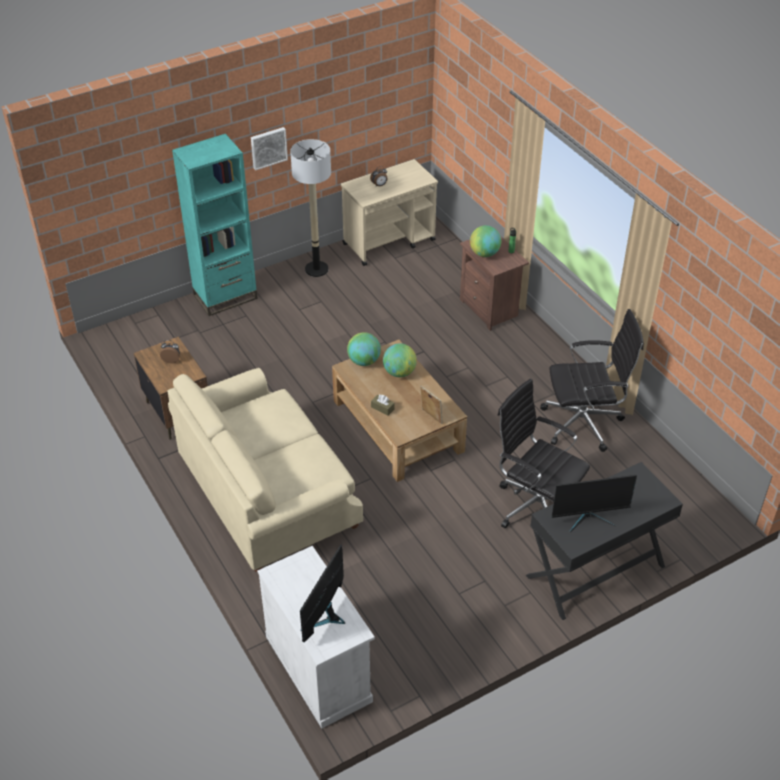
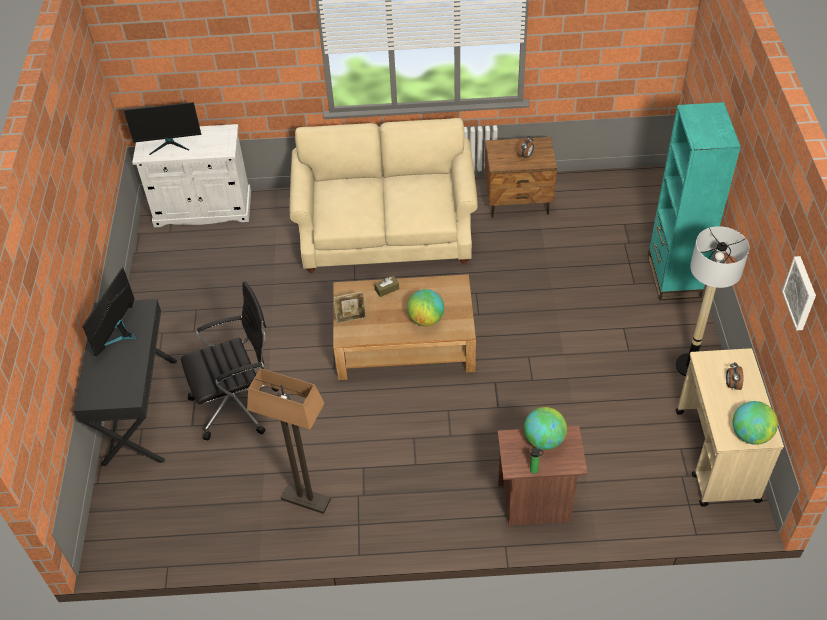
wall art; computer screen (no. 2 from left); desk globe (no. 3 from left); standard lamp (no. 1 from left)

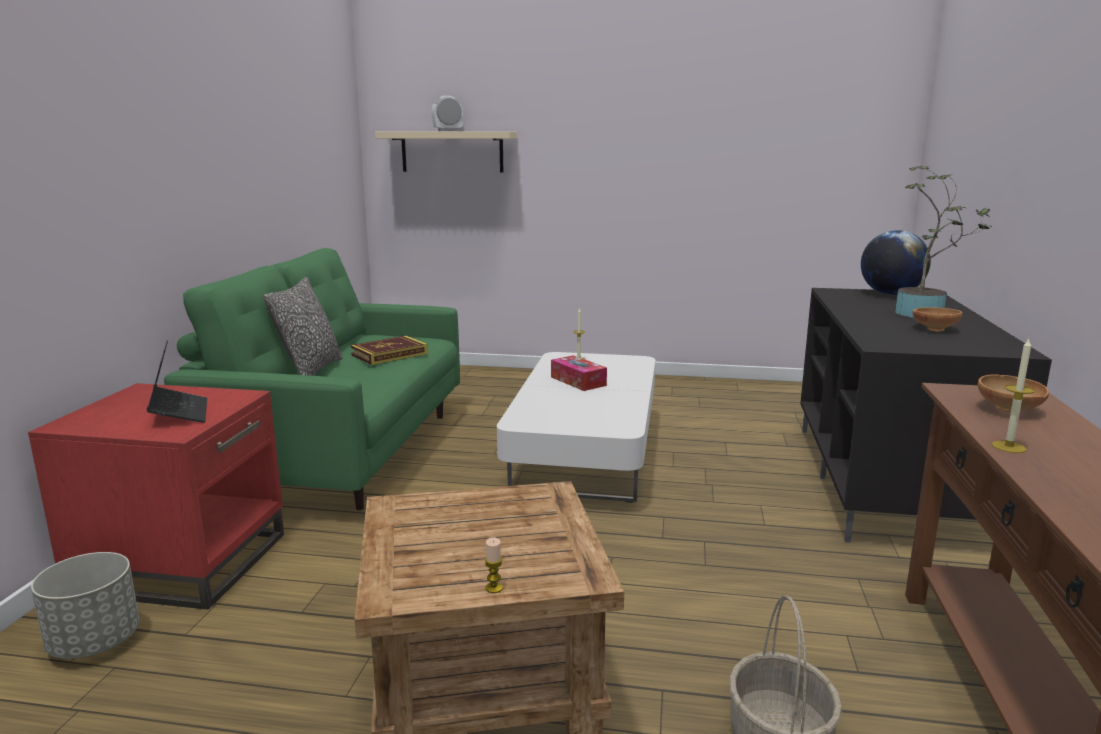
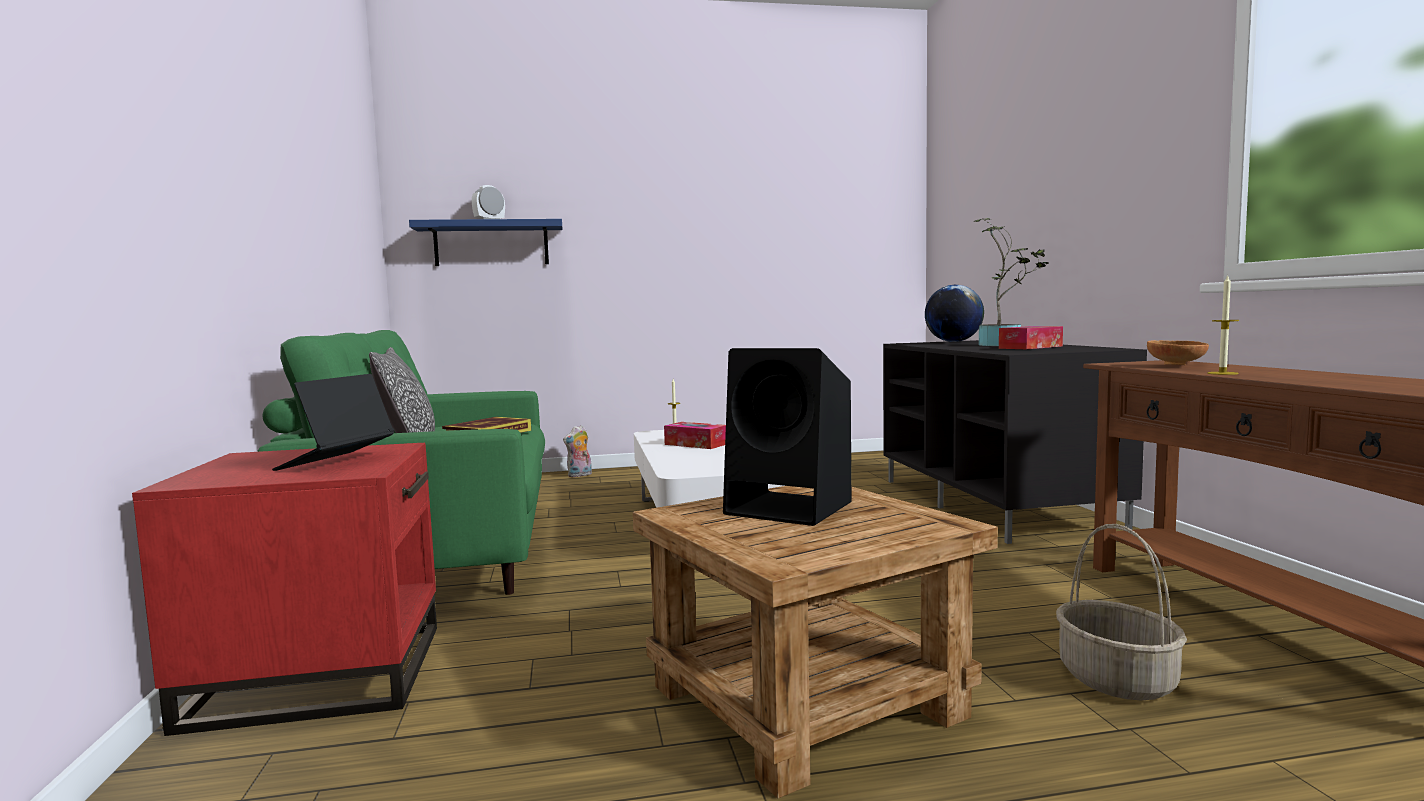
grey planter; portable computer; blue shelf; wax light (no. 1 from left in the first image); tissue holder (no. 2 from left); cuddly toy; black loudspeaker

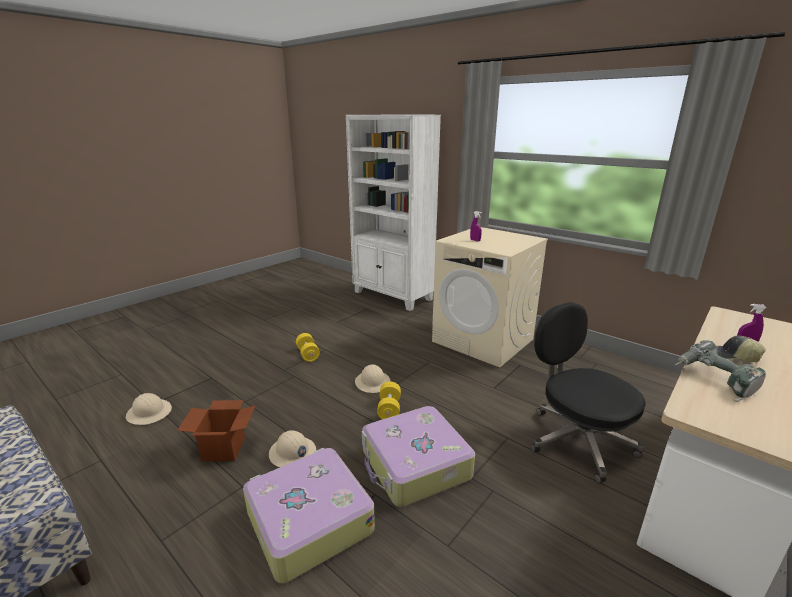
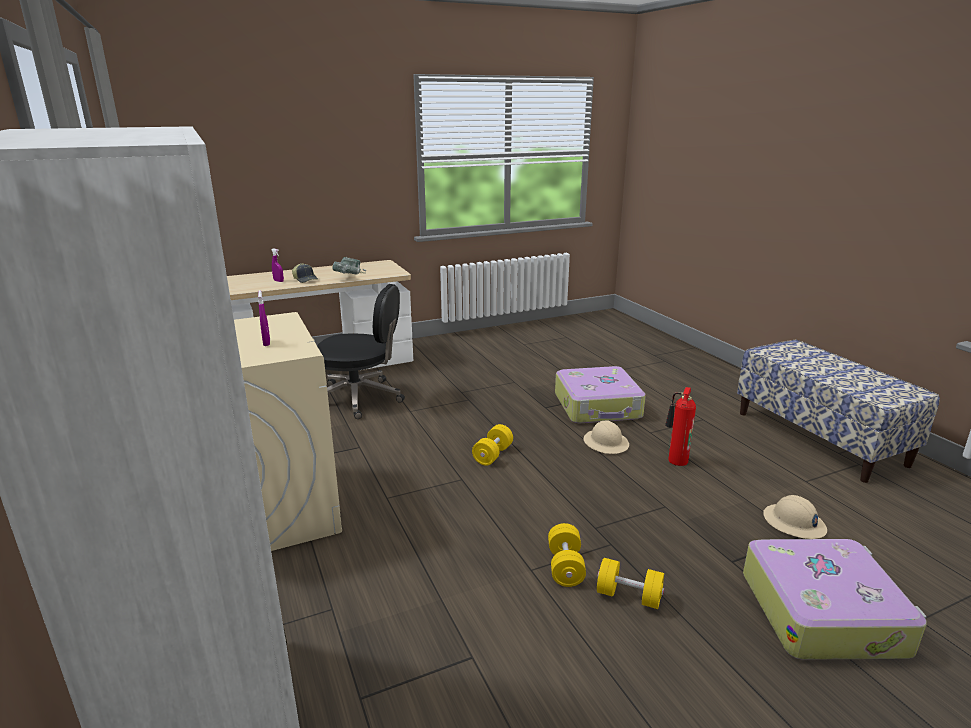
extinguisher; beige-coloured hard hat (no. 3 from left in the first image); travel case (no. 2 from left); black desk chair; yellow-coloured dumbbell (no. 3 from left)

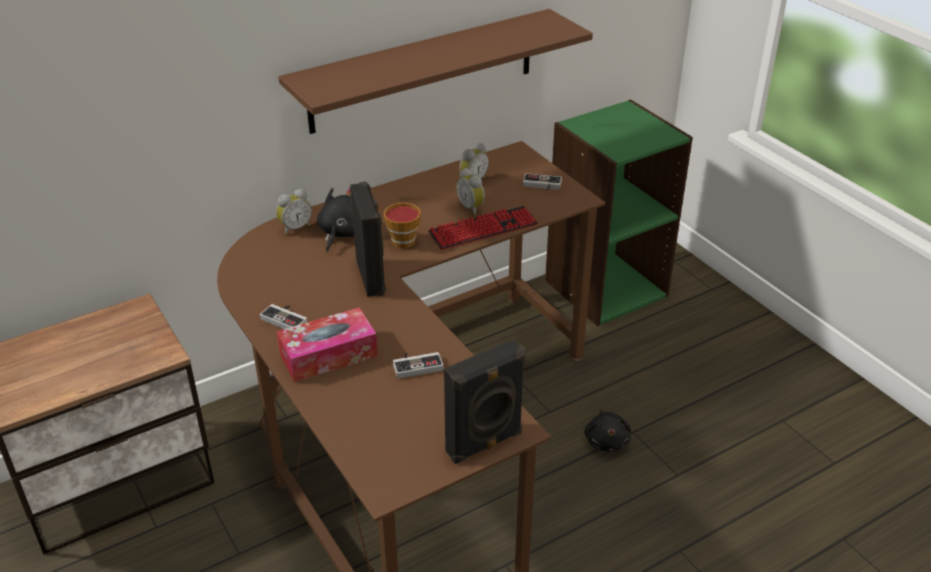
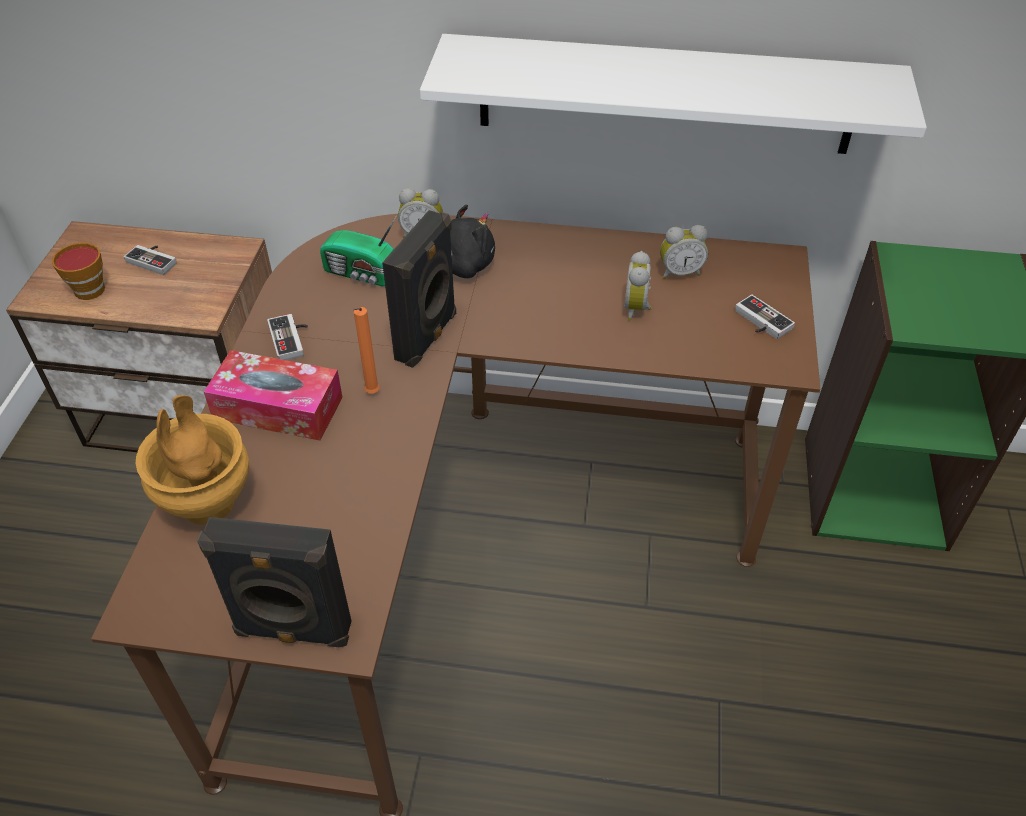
white-coloured shelf; small cup; gamepad (no. 1 from left); computer keyboard; black cuddly toy (no. 2 from left in the first image); brownish decorative vase; radio; orange-coloured wax light

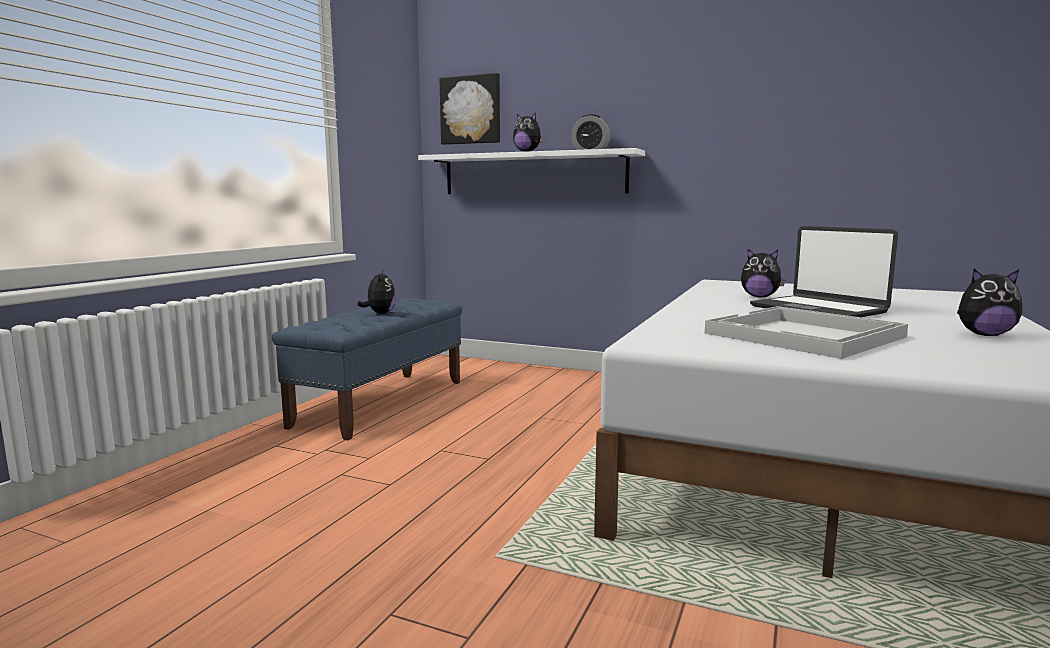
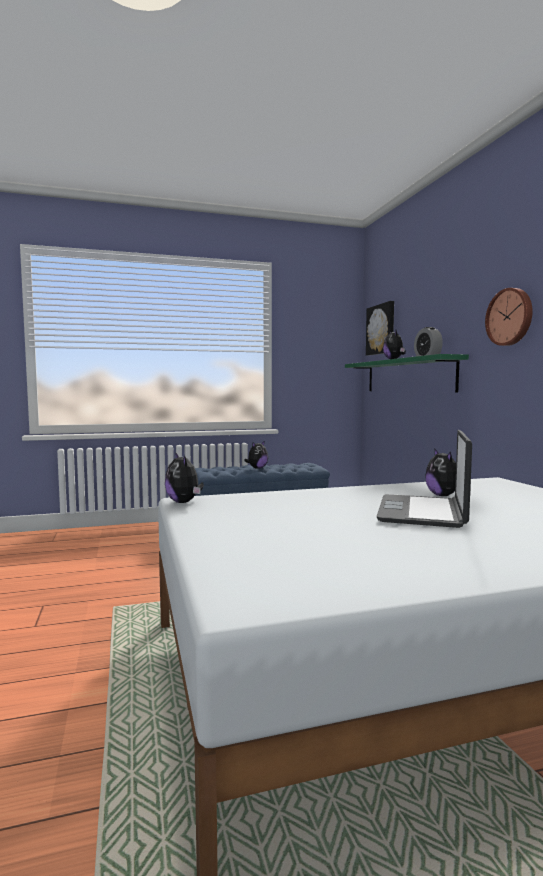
green-coloured shelf; white-coloured serving tray; cuddly toy (no. 1 from left); hanging clock

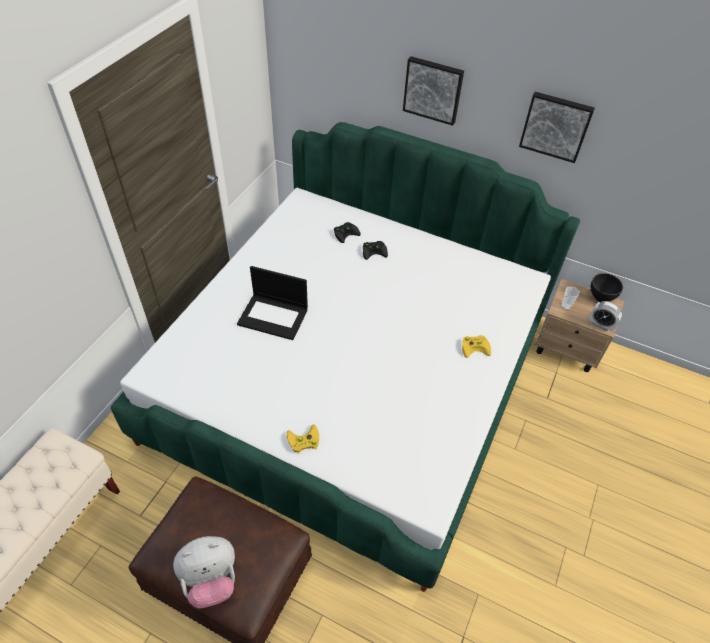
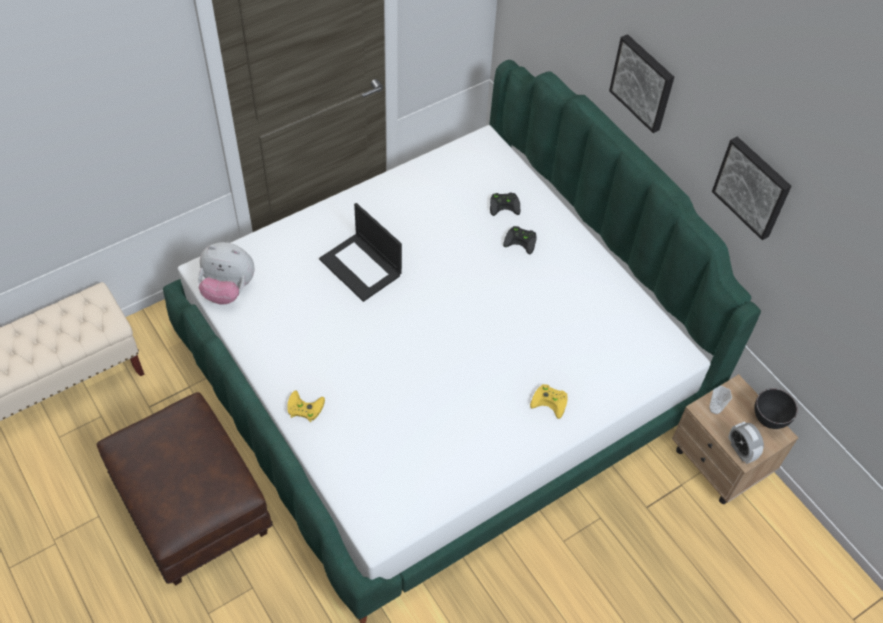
cuddly toy

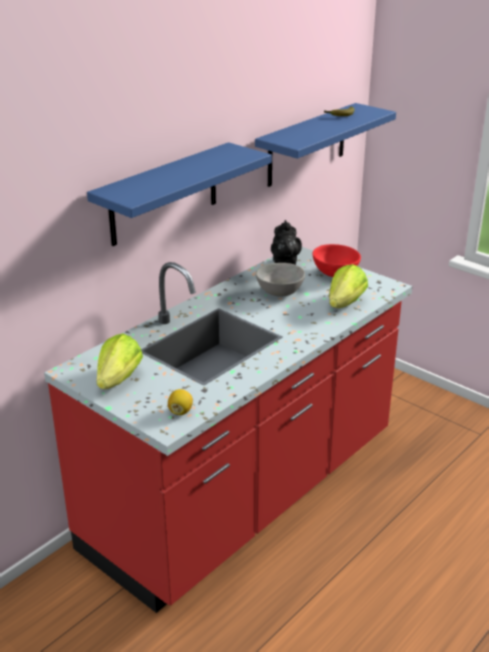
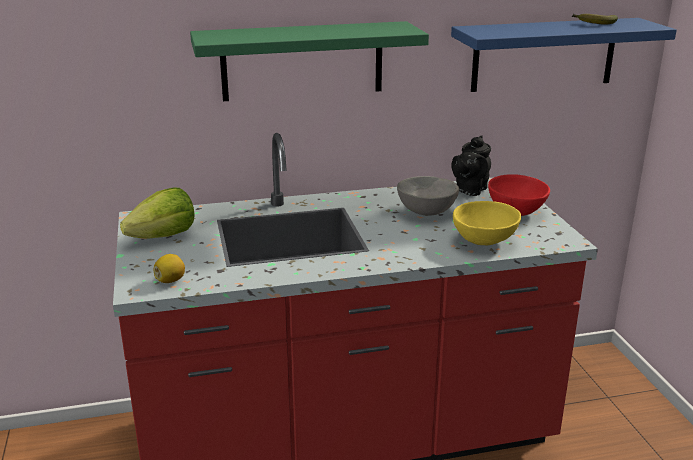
green-coloured shelf; yellow-coloured bowl

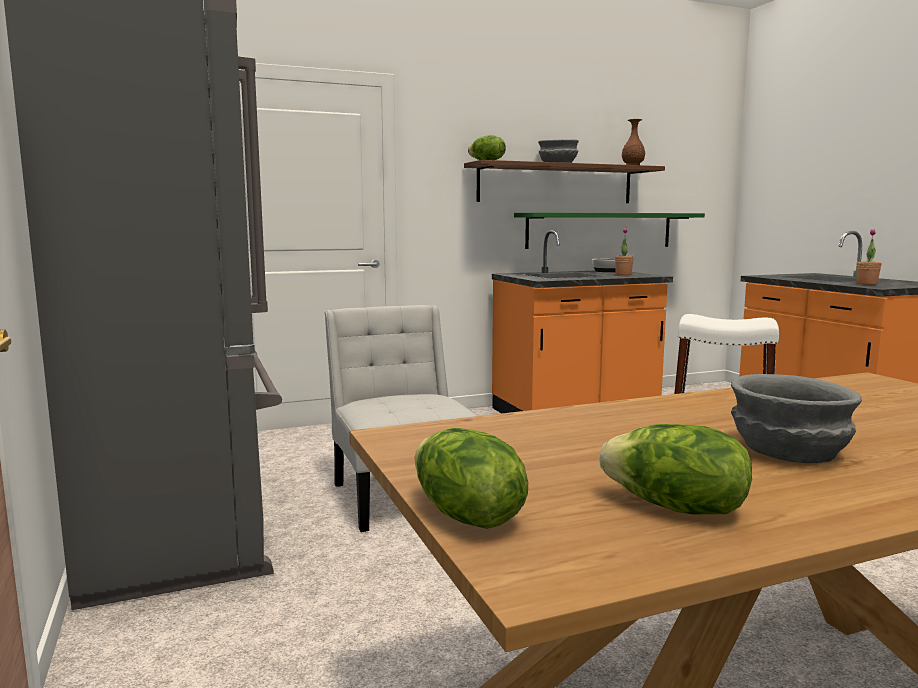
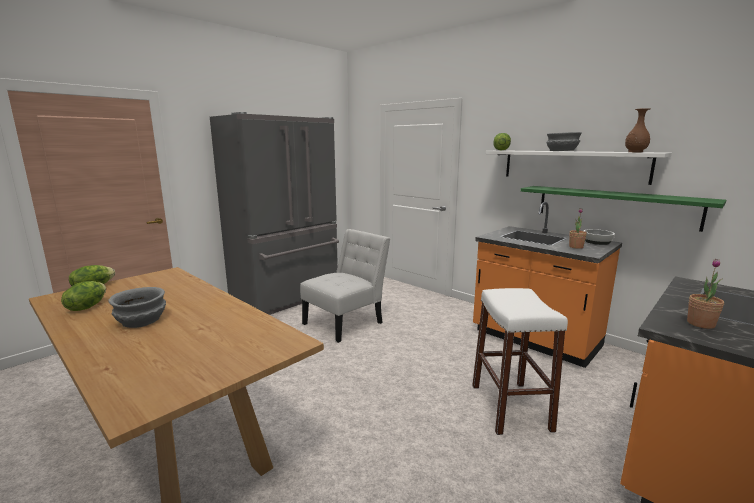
white-coloured shelf

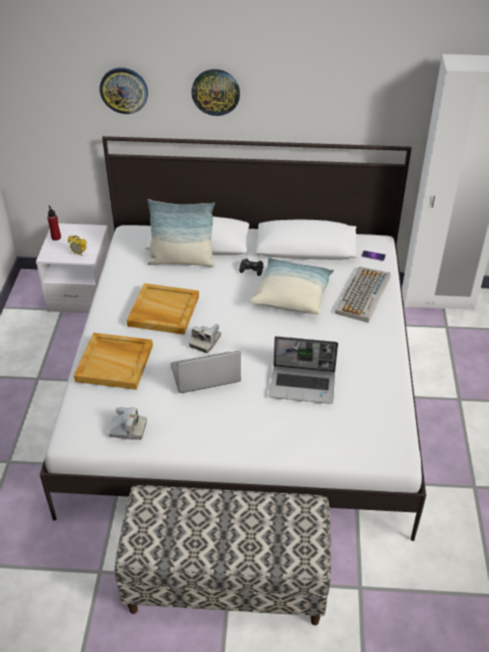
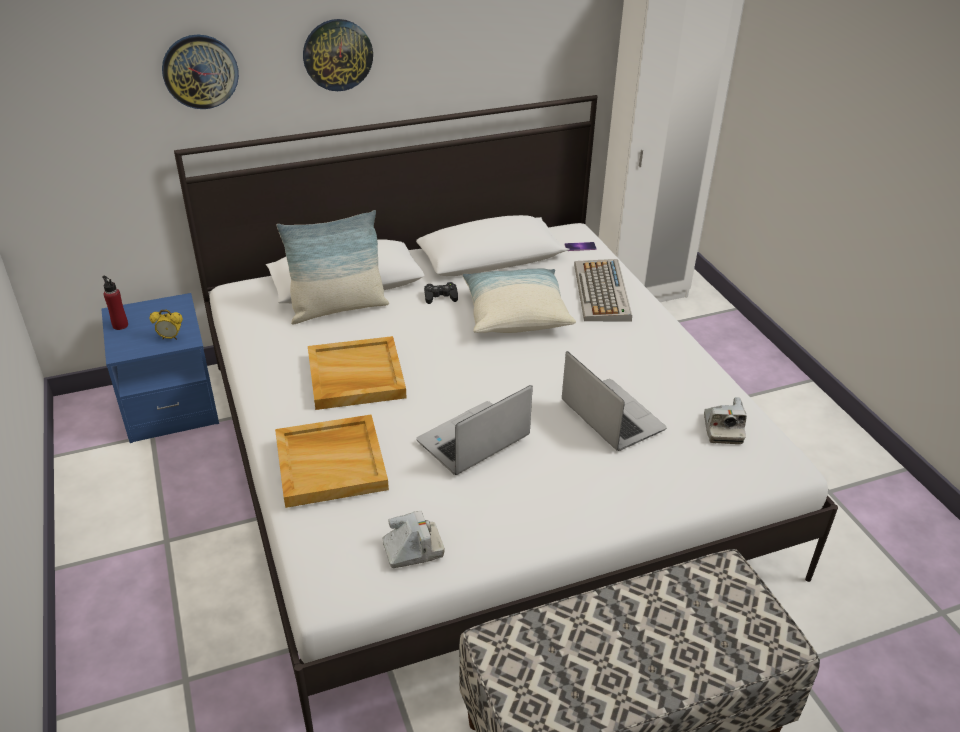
blue bedside table; still camera (no. 2 from left); portable computer (no. 2 from left)

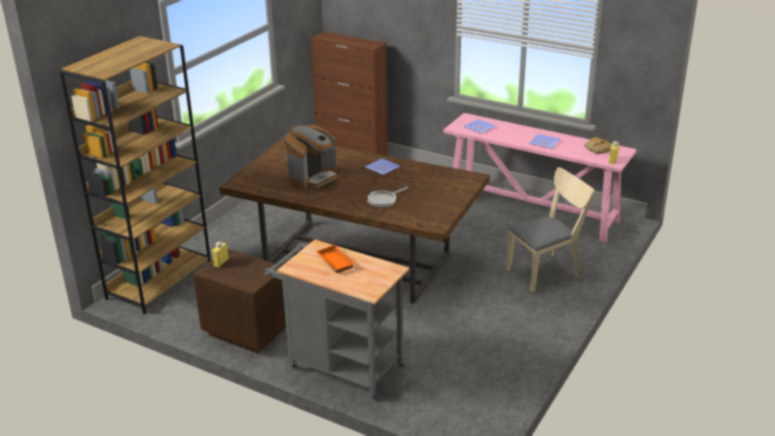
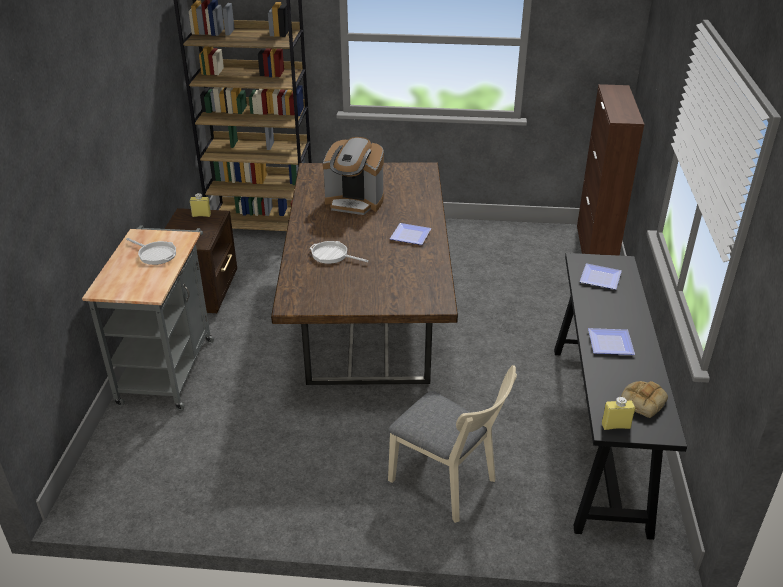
frying pan (no. 1 from left); black console table

